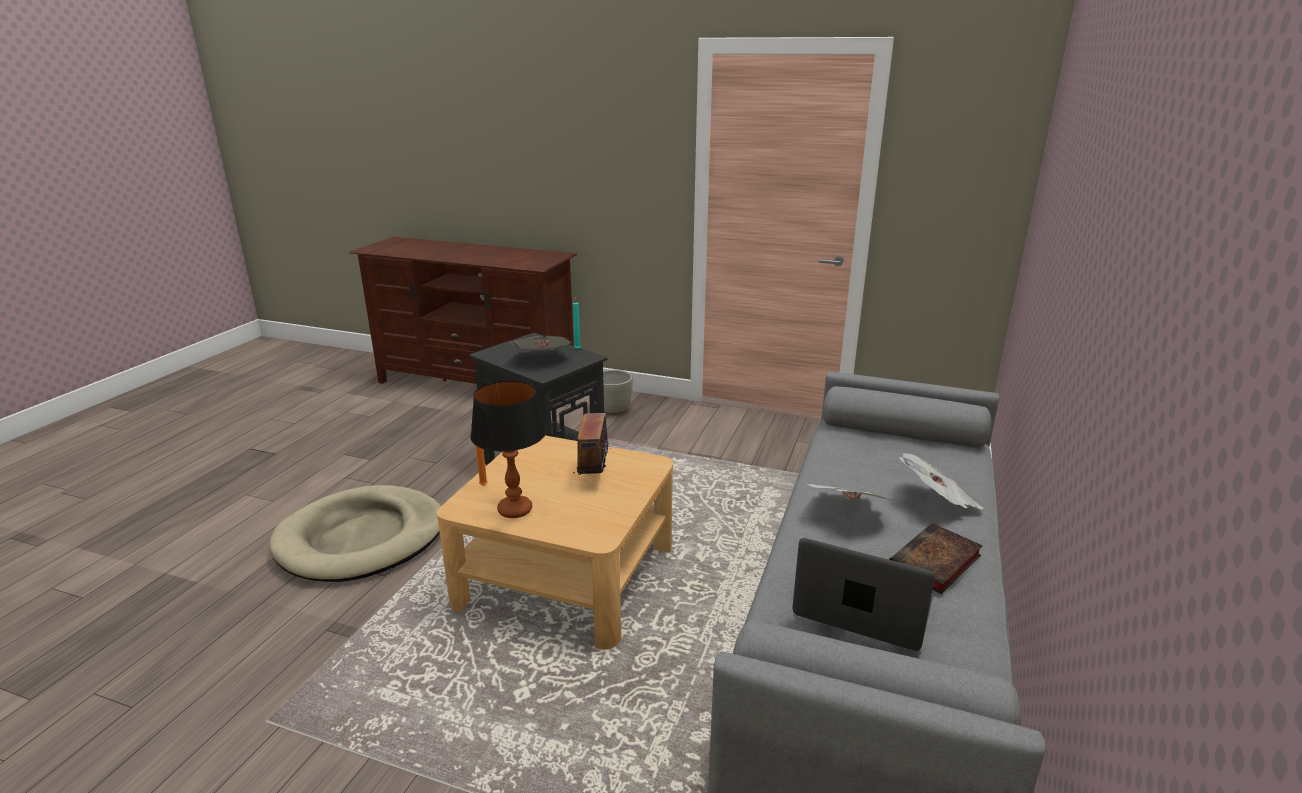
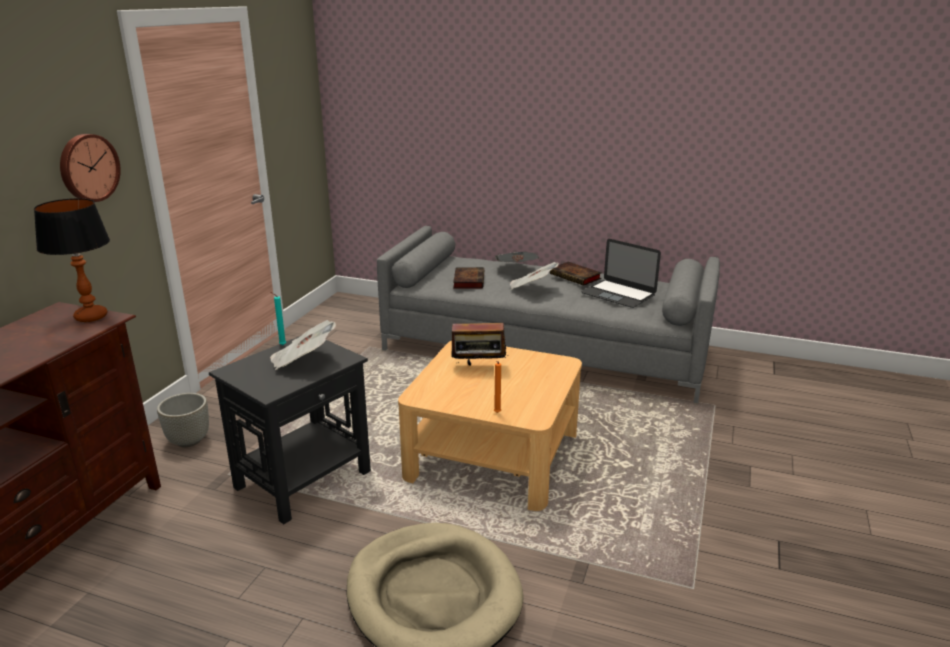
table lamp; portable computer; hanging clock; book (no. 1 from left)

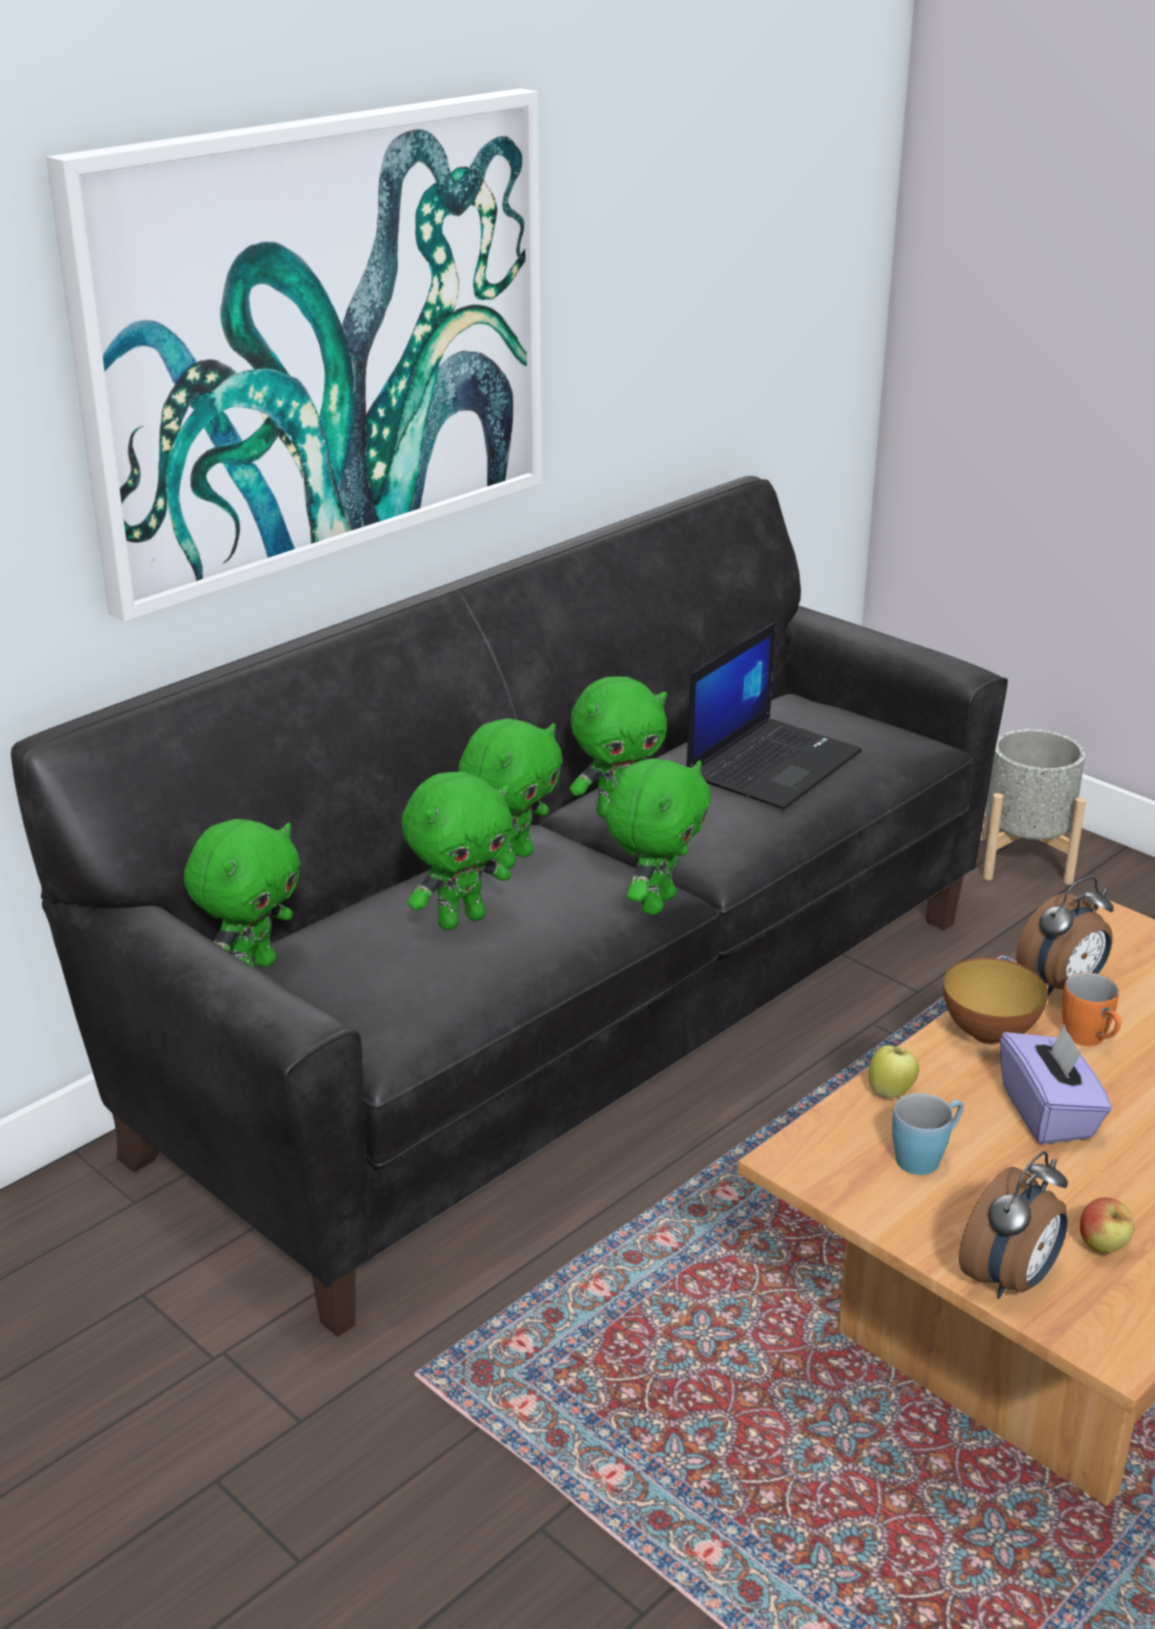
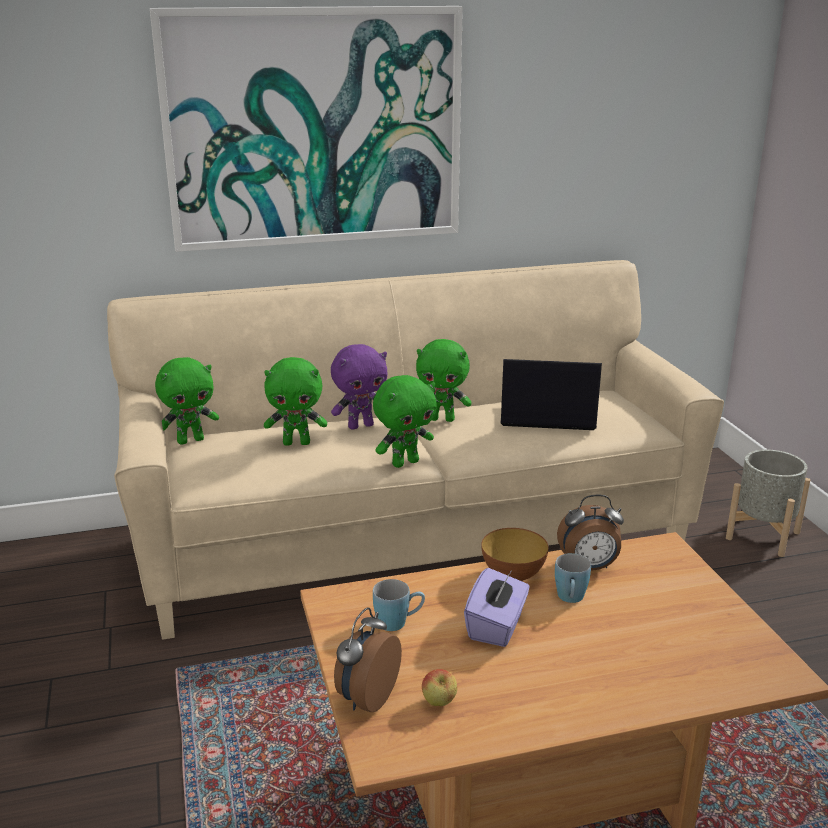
beige-coloured settee; purple-coloured cuddly toy; portable computer; apple fruit (no. 1 from left in the first image); table clock (no. 1 from left); blue coffee mug (no. 2 from left)

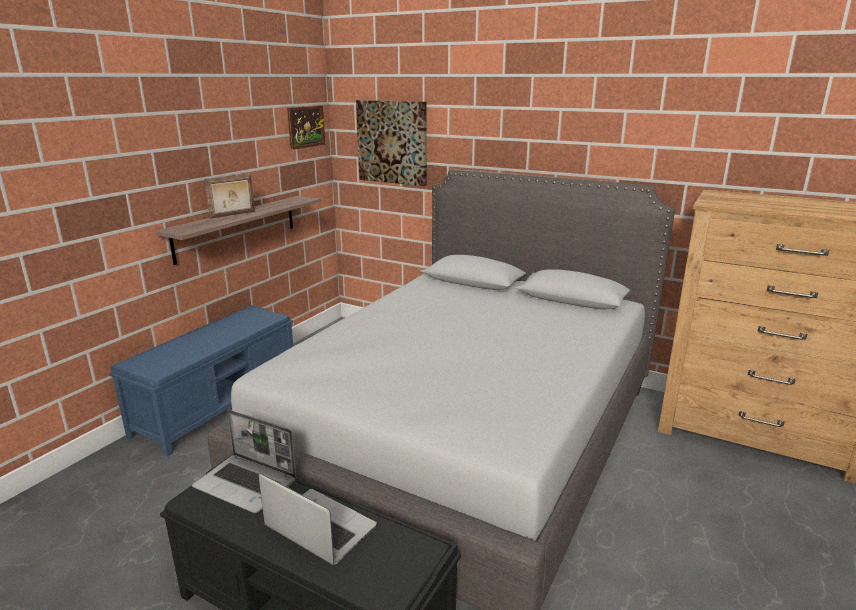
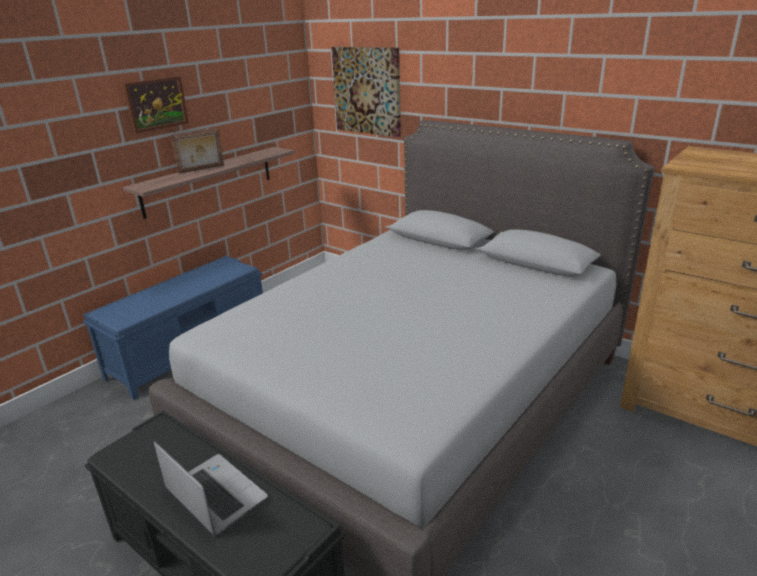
portable computer (no. 1 from left in the first image); wall art (no. 1 from left)

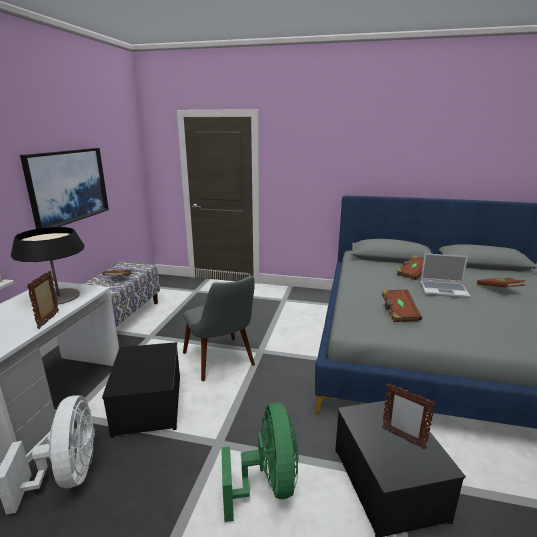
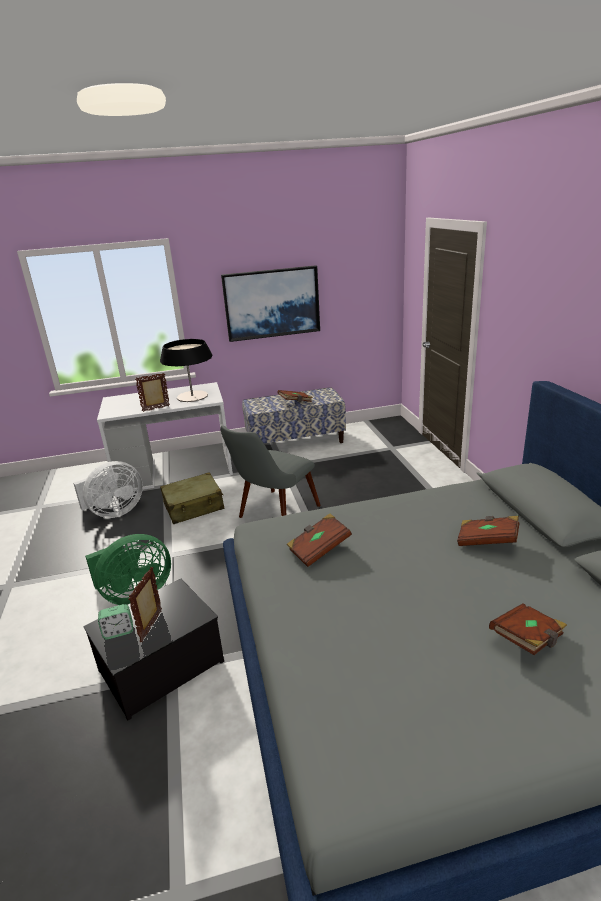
beige-coloured travel case; portable computer; table clock

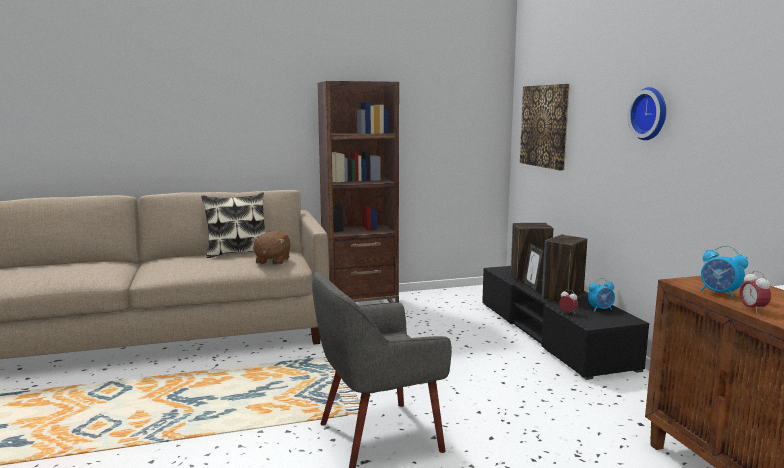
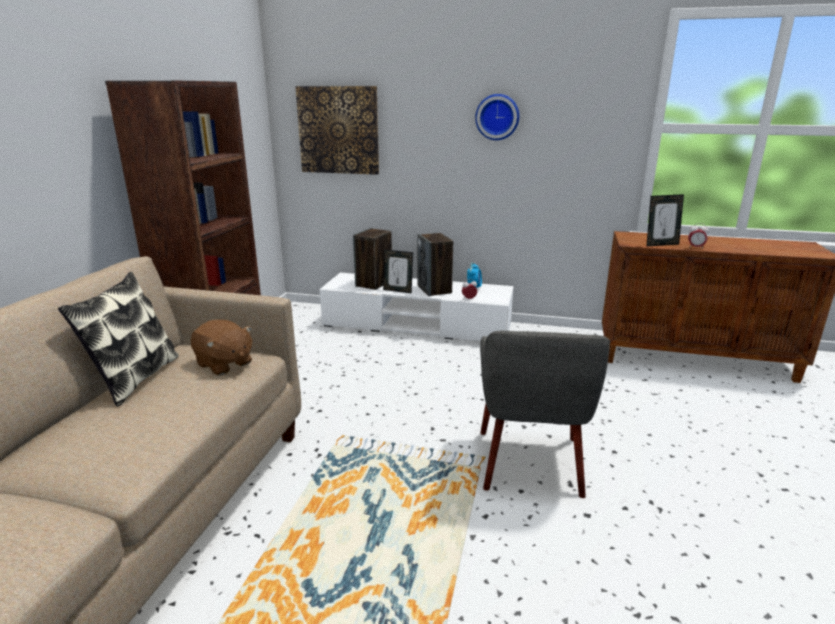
white-coloured tv stand; picture frame (no. 2 from left)

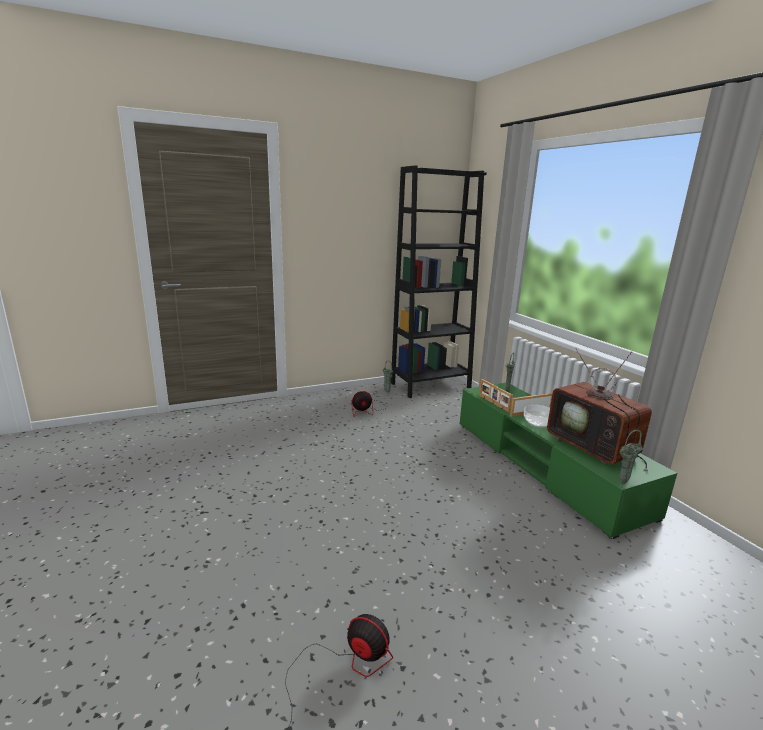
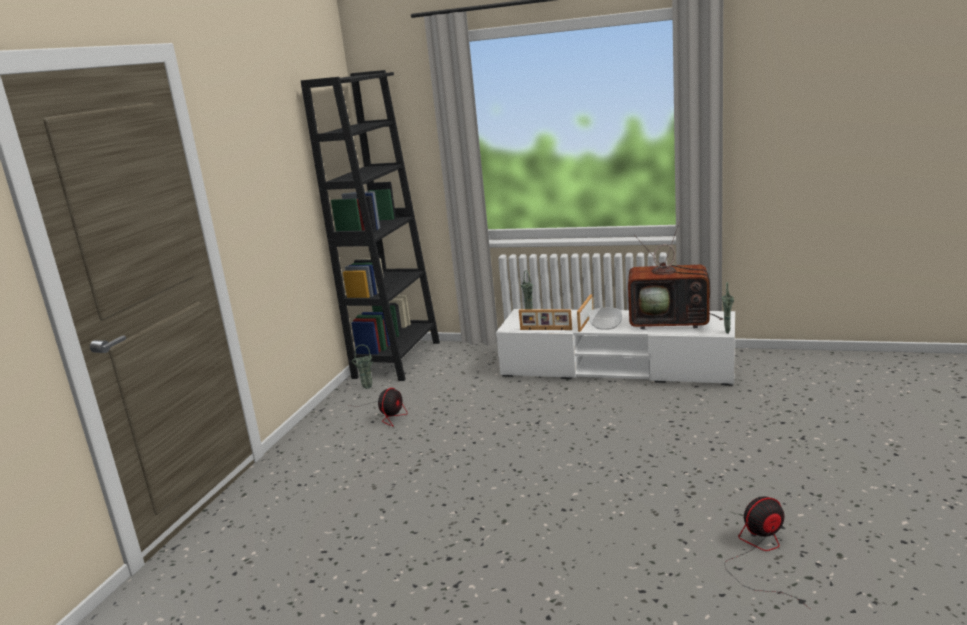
white-coloured tv stand

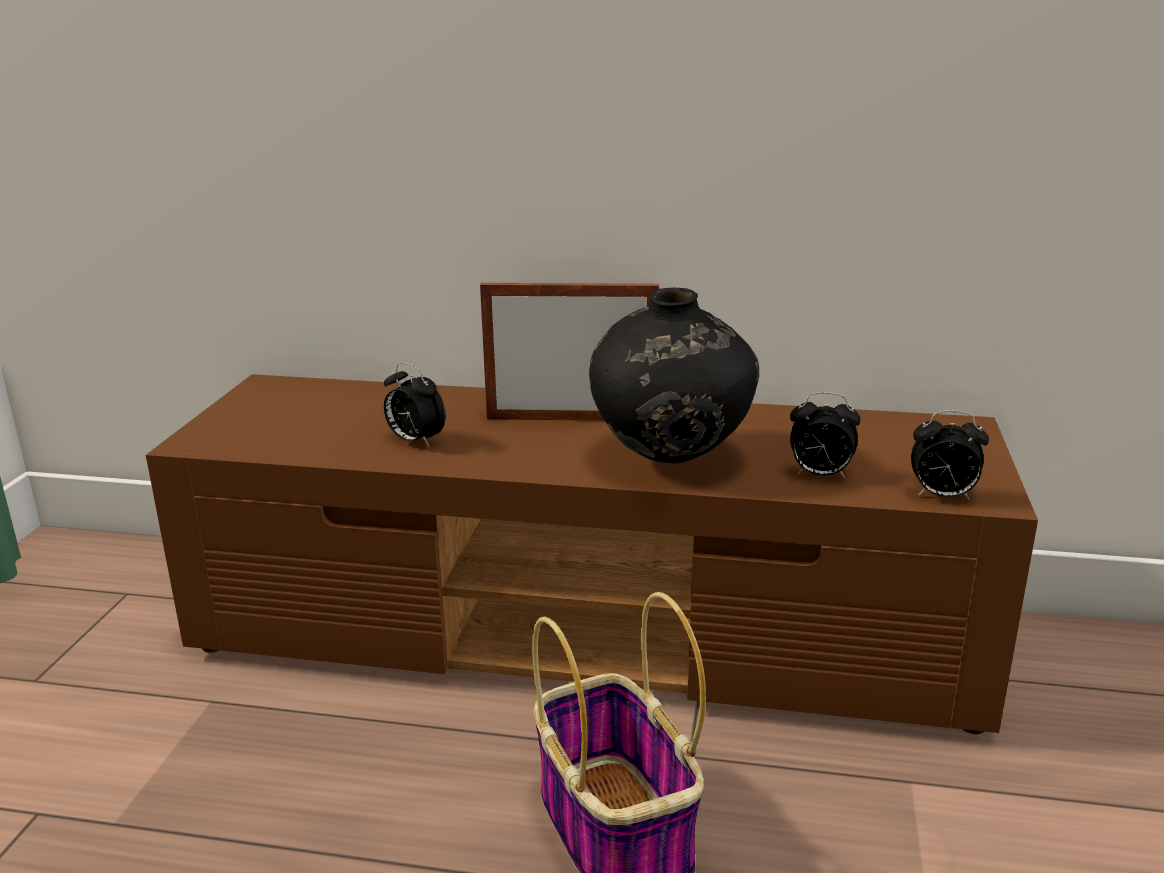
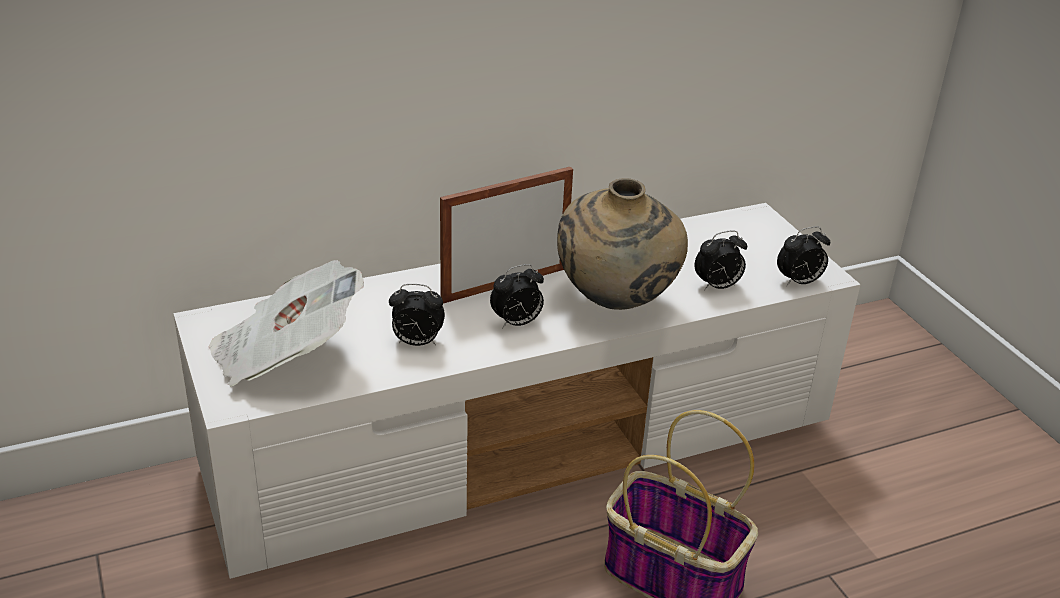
white-coloured tv stand; beige-coloured decorative vase; printed paper; table clock (no. 2 from left)

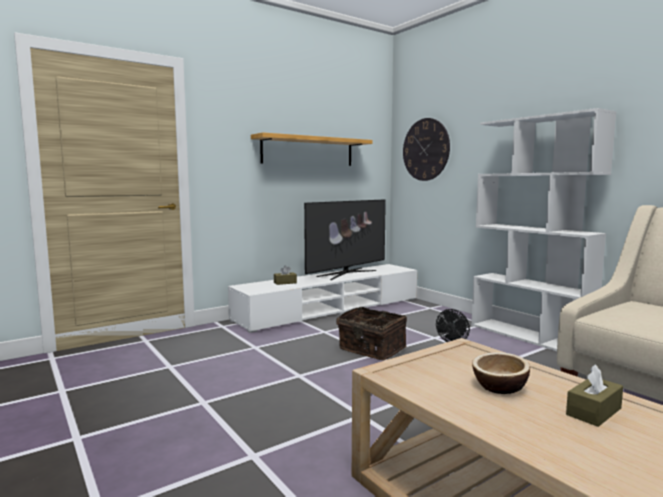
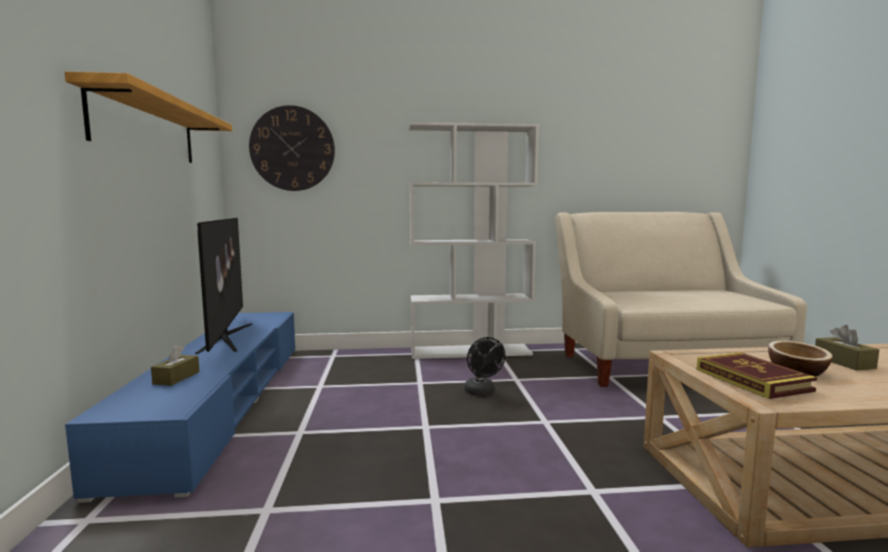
blue tv stand; household basket; book

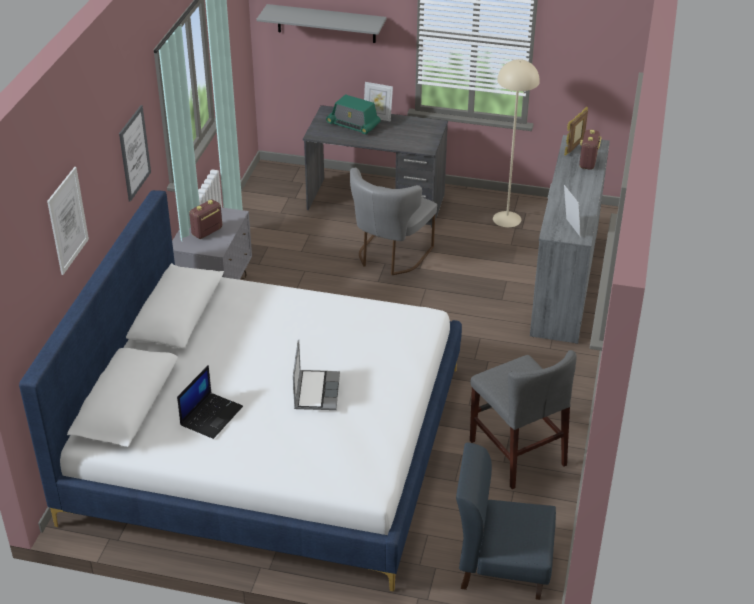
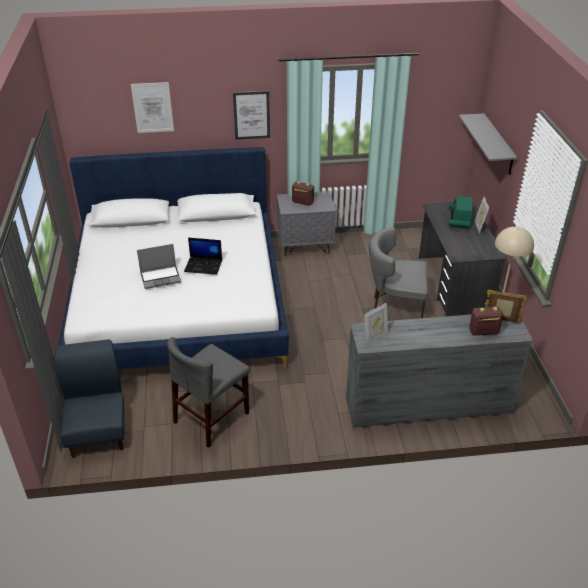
portable computer (no. 2 from left)

